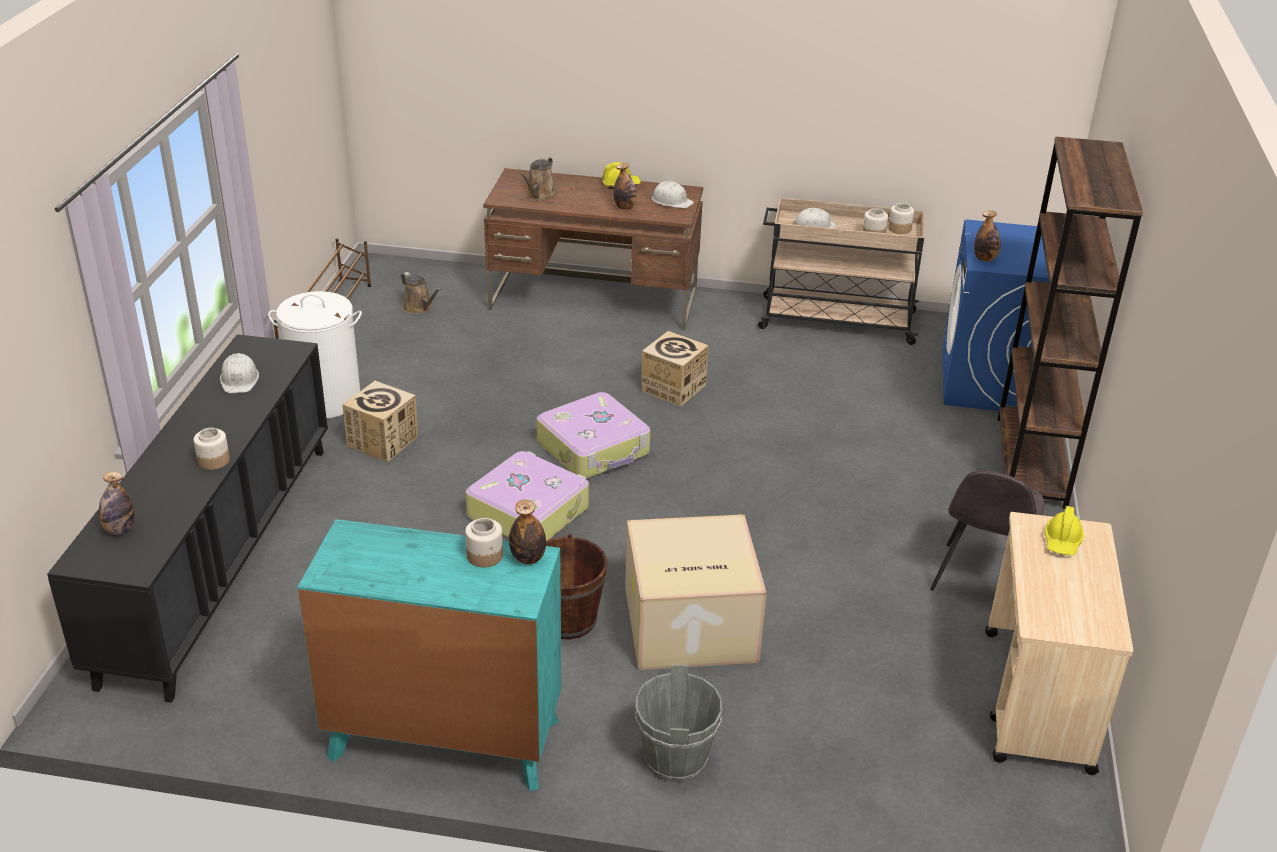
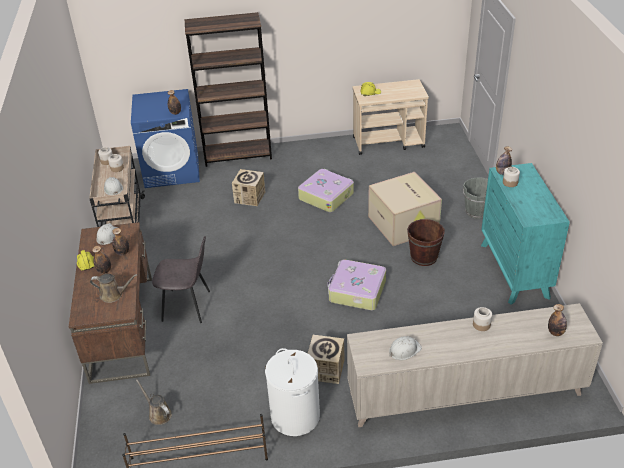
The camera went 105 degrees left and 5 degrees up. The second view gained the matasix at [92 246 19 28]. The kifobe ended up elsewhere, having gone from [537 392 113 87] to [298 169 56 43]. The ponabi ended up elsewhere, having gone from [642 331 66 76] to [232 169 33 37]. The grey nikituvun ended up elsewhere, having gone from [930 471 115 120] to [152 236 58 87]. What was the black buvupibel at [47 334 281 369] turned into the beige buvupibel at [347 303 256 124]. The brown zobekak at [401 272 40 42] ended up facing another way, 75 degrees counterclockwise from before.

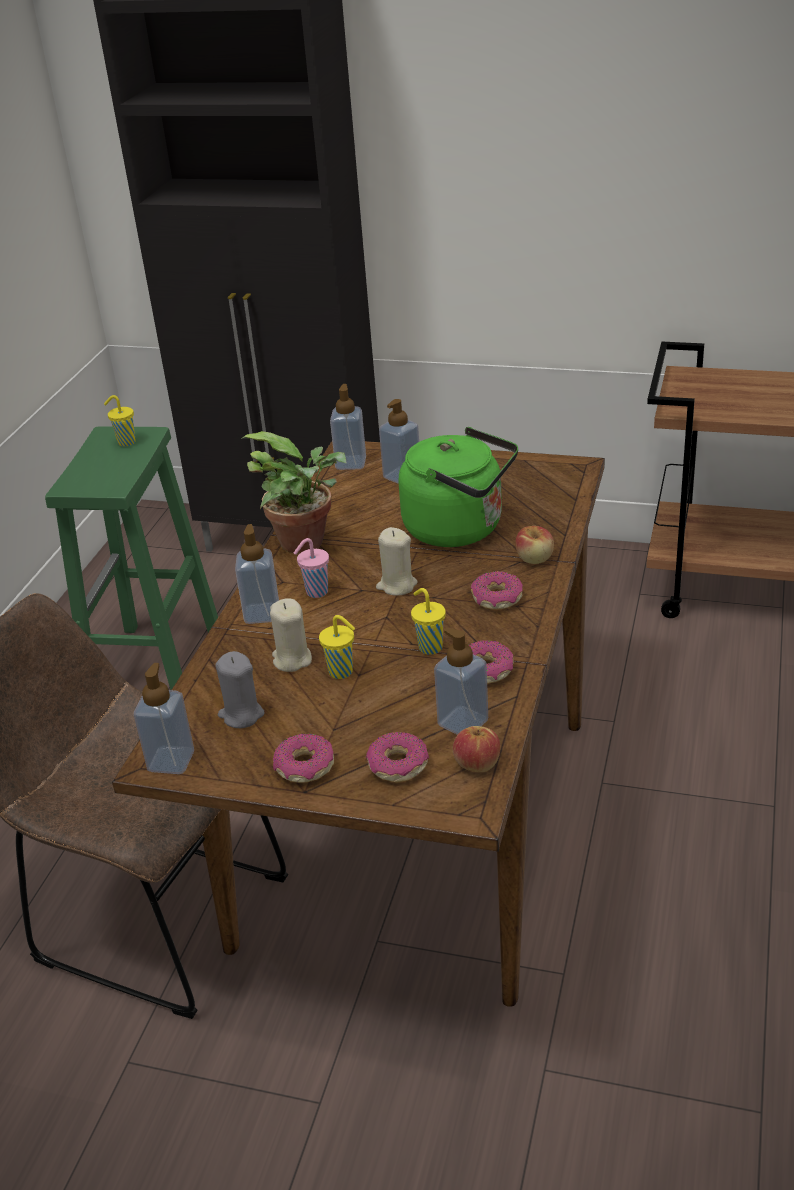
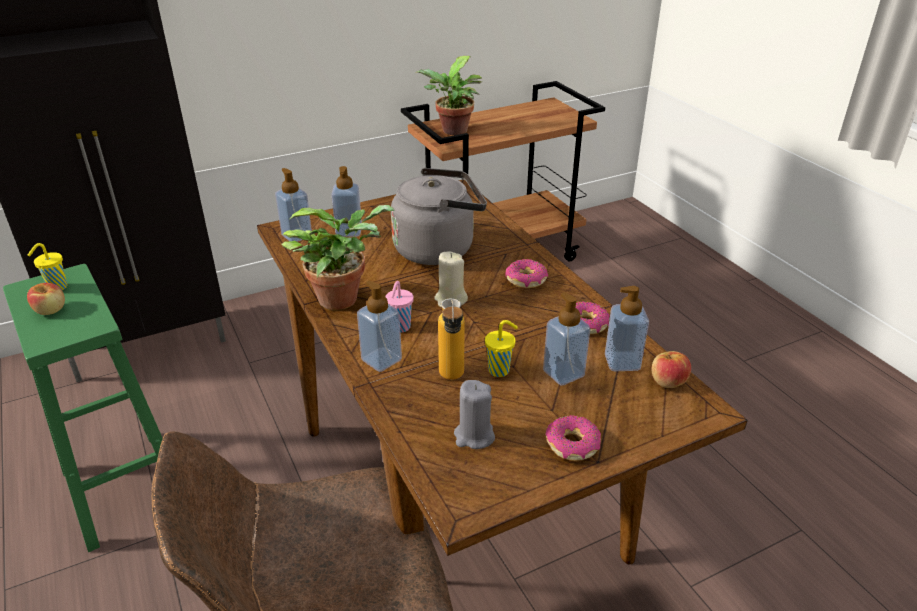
The camera went 45 degrees left and 0 degrees up. The second view lost the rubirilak at [366 732 63 51]. The second view lost the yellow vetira at [411 588 35 67]. The second view gained the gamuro at [415 56 67 79]. The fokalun ended up elsewhere, having gone from [134 663 60 111] to [543 292 48 94]. The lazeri ended up elsewhere, having gone from [515 526 39 38] to [27 283 38 32]. Where the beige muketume stood at [270 598 42 74], the matasix came to stand at [438 298 27 82]. What was the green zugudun at [398 427 120 120] turned into the grey zugudun at [391 168 96 97].

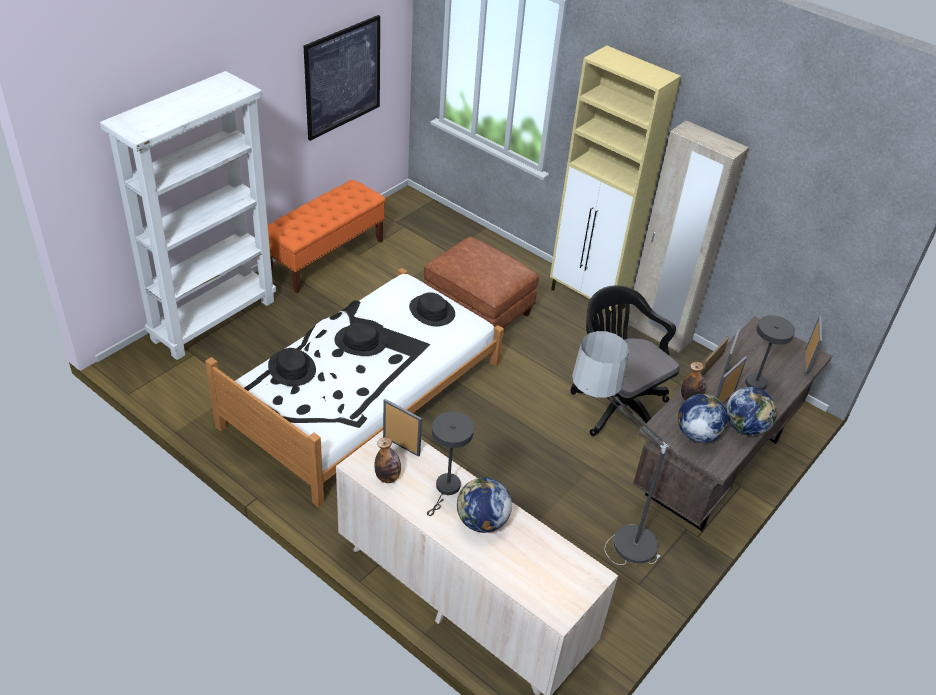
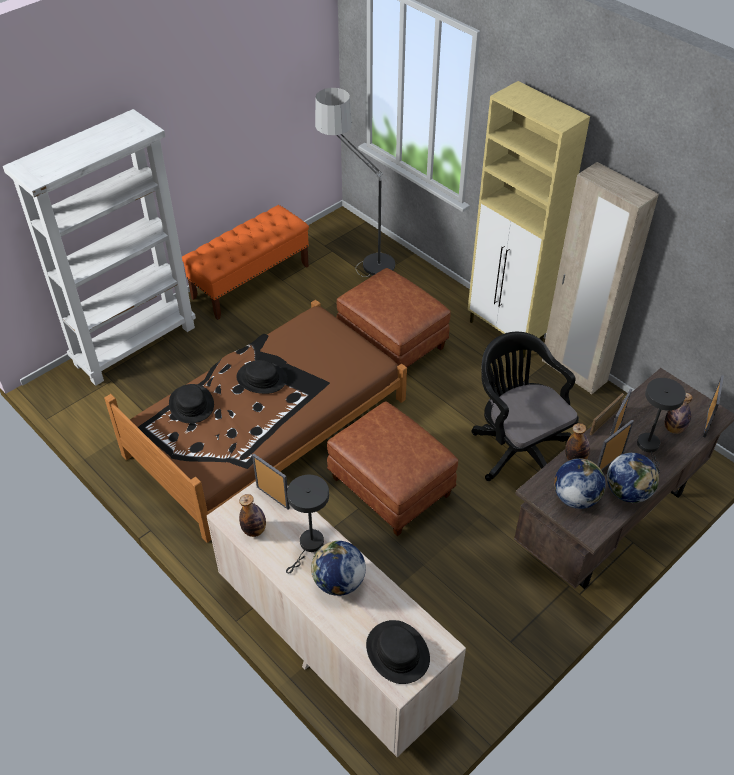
The camera went 10 degrees right and 5 degrees up. The second view lost the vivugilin at [304 15 76 126]. The second view gained the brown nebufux at [327 402 131 134]. The second view gained the matasix at [665 393 27 41]. The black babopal ended up elsewhere, having gone from [409 292 46 34] to [366 620 64 64]. The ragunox ended up elsewhere, having gone from [572 331 98 234] to [315 88 80 189]. What was the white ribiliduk at [205 268 299 239] turned into the brown ribiliduk at [104 300 303 243].

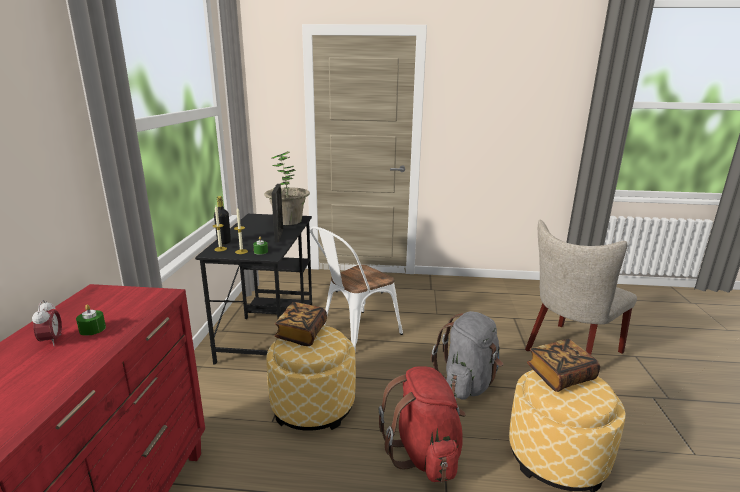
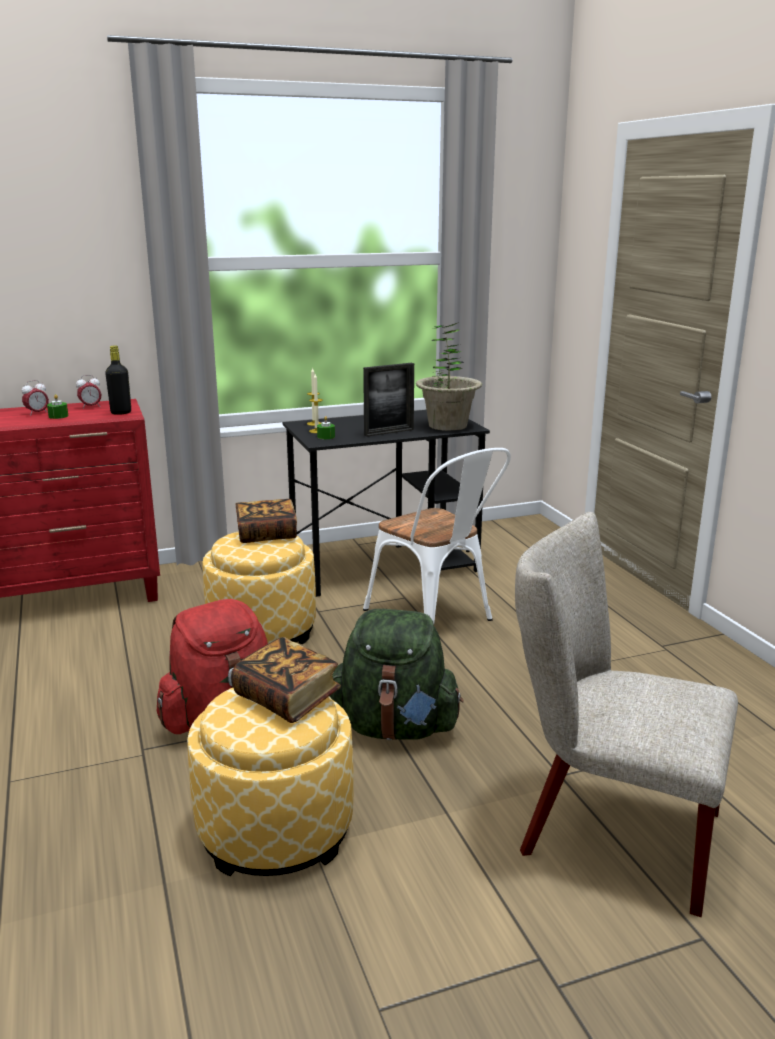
The camera went 65 degrees right and 0 degrees up. The second view gained the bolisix at [76 375 25 34]. The black matasix ended up elsewhere, having gone from [214 196 17 49] to [105 346 26 69]. What was the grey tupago at [431 311 72 89] turned into the green tupago at [330 609 134 131]. The white nikituvun at [310 226 93 125] ended up facing another way, 150 degrees counterclockwise from before.

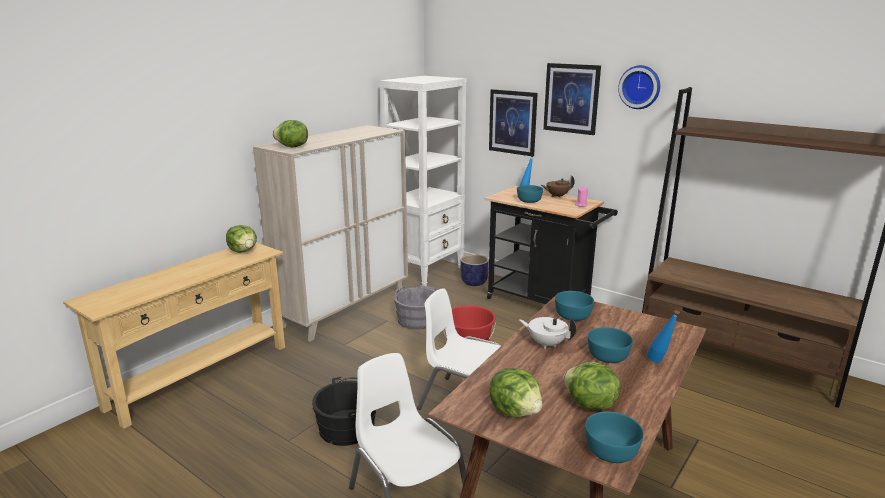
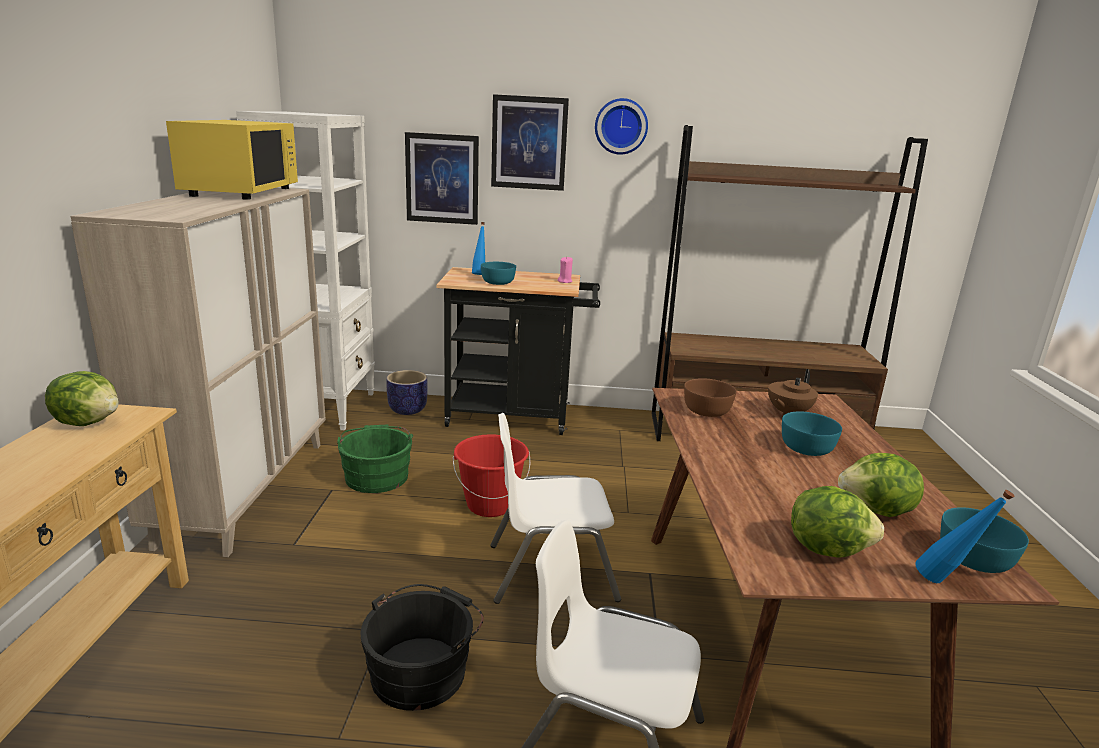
The camera went 35 degrees left and 0 degrees up. The second view lost the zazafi at [273 120 35 28]. The second view lost the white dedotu at [519 317 57 32]. The second view gained the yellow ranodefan at [166 120 132 80]. The brown dedotu ended up elsewhere, having gone from [541 175 34 23] to [768 369 50 48]. The blue matasix ended up elsewhere, having gone from [647 310 33 53] to [915 490 99 93]. What was the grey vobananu at [394 285 44 45] turned into the green vobananu at [337 424 76 69]. What was the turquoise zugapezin at [555 291 39 30] turned into the brown zugapezin at [684 378 52 39].

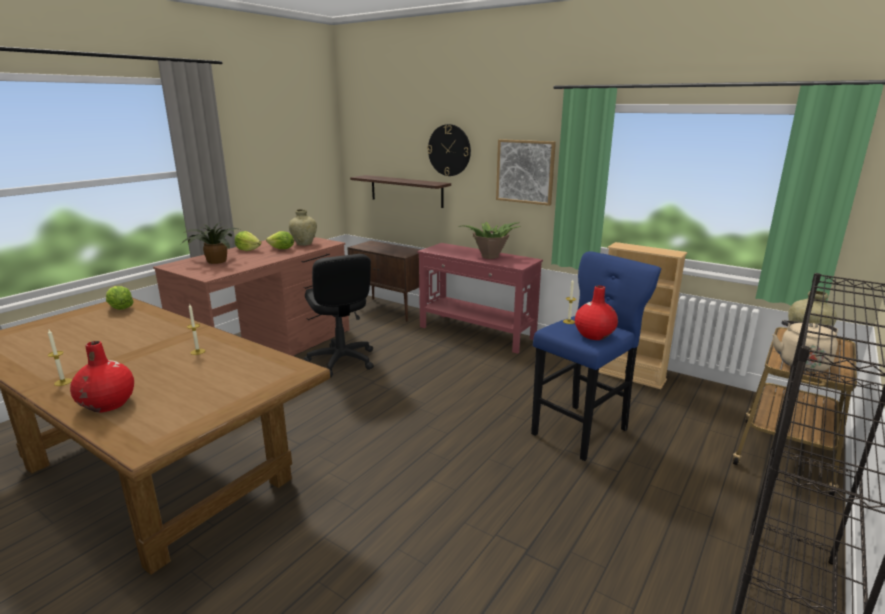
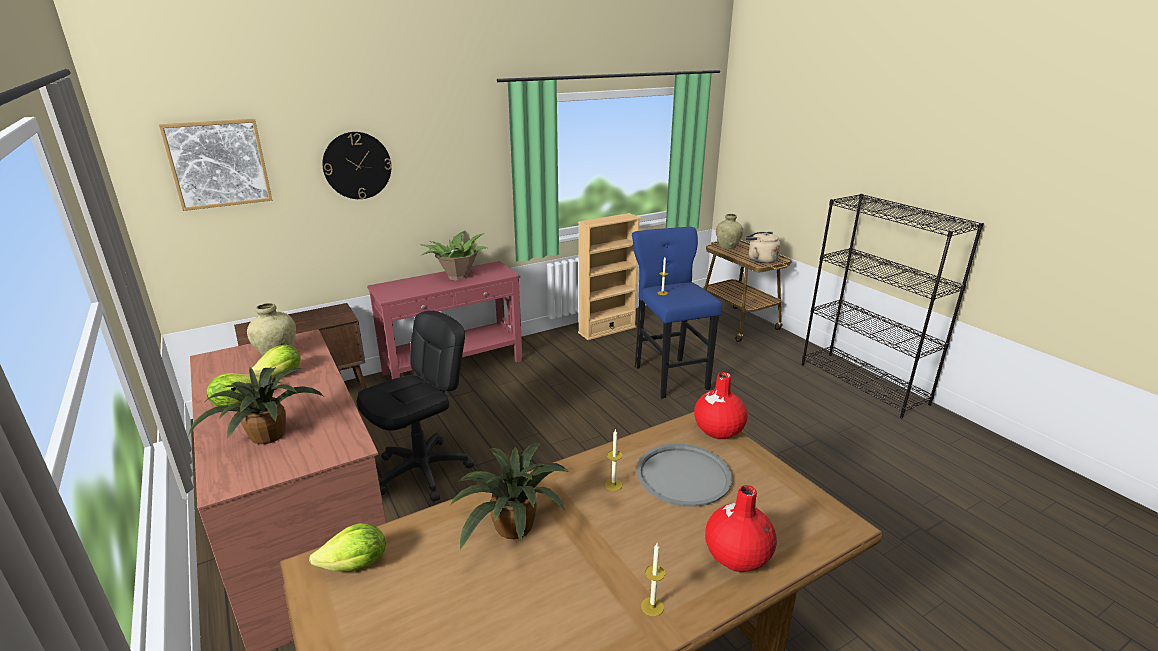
The camera went 65 degrees left and 5 degrees up. The second view lost the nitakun at [350 175 101 33]. The second view gained the gamuro at [450 443 118 107]. The second view gained the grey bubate at [636 443 96 64]. The vivugilin ended up elsewhere, having gone from [496 139 60 67] to [159 119 113 92]. The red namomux ended up elsewhere, having gone from [575 285 43 55] to [694 372 54 67]. The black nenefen at [303 254 71 123] ended up facing another way, 45 degrees counterclockwise from before.

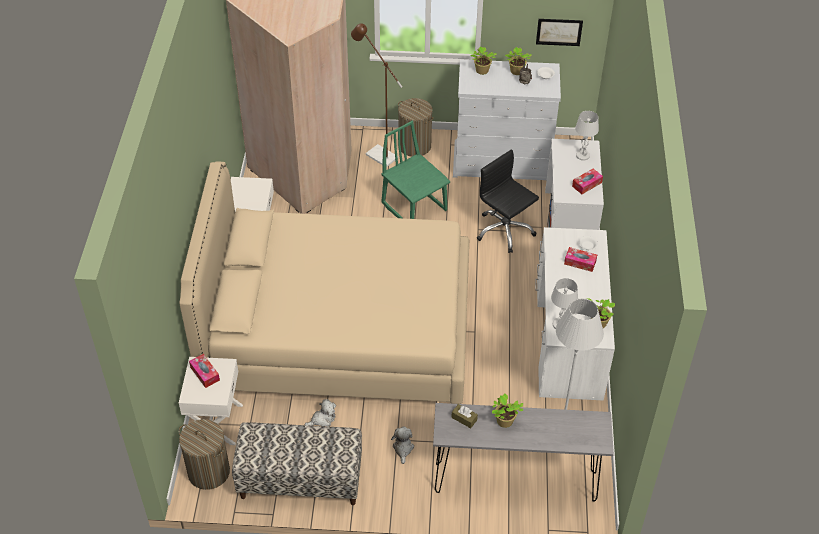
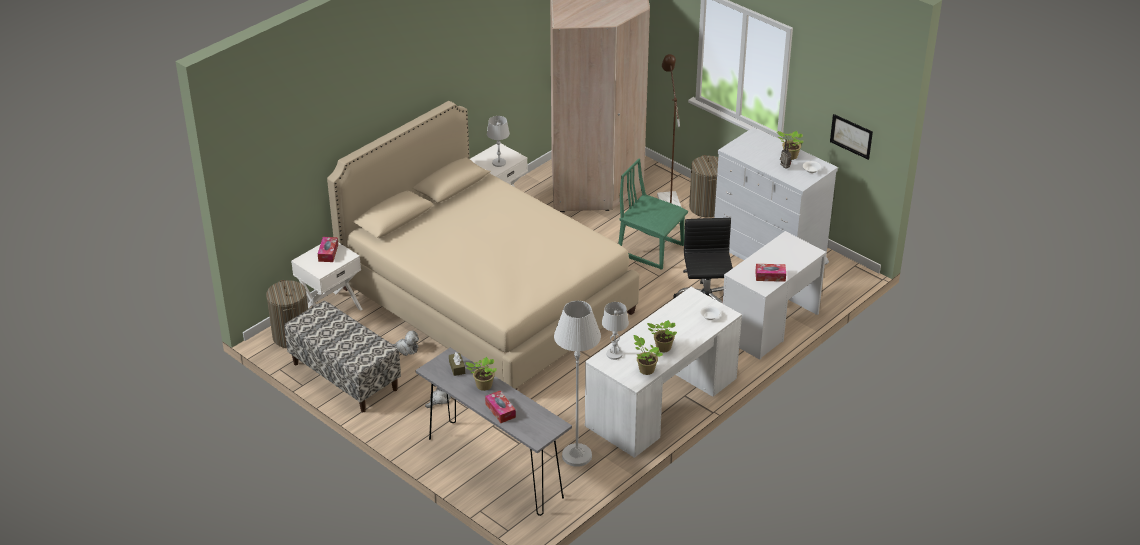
The camera went 40 degrees right and 10 degrees down. The gamuro ended up elsewhere, having gone from [470 47 27 28] to [647 320 30 32]. The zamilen ended up elsewhere, having gone from [564 247 33 25] to [485 391 31 32]. The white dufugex ended up elsewhere, having gone from [575 111 24 50] to [487 116 23 51]. The green nikituvun at [381 121 69 98] ended up facing another way, 60 degrees counterclockwise from before.

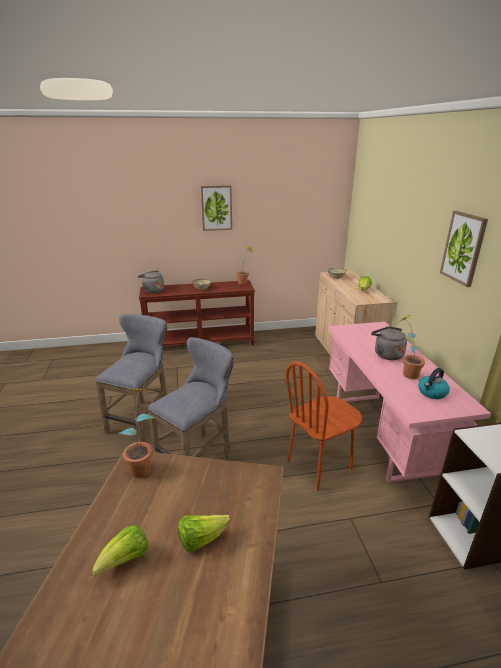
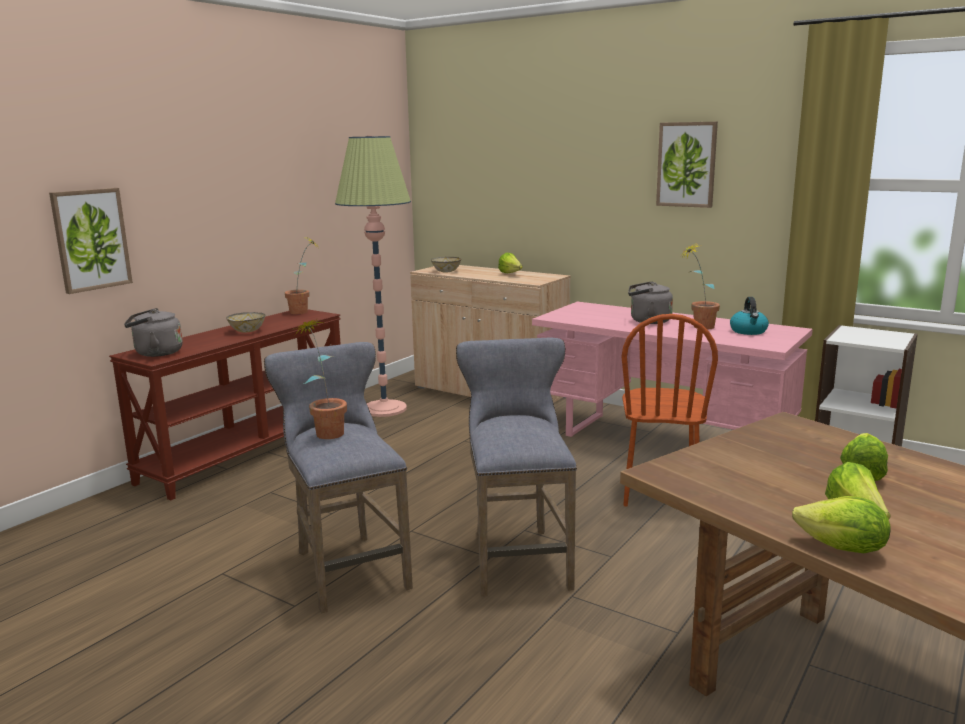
The camera went 45 degrees left and 10 degrees down. The second view gained the ragunox at [335 136 76 281]. The second view gained the zazafi at [792 496 99 57]. The gamuro ended up elsewhere, having gone from [118 388 37 90] to [295 318 52 121]. The vivugilin ended up elsewhere, having gone from [201 185 31 46] to [49 188 84 106].

